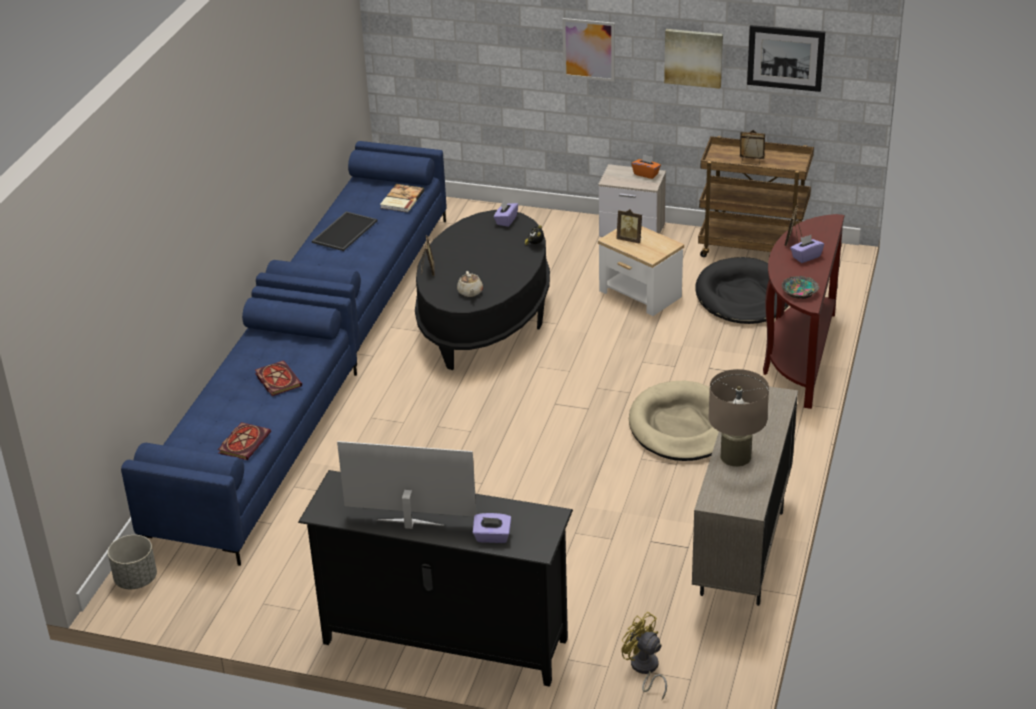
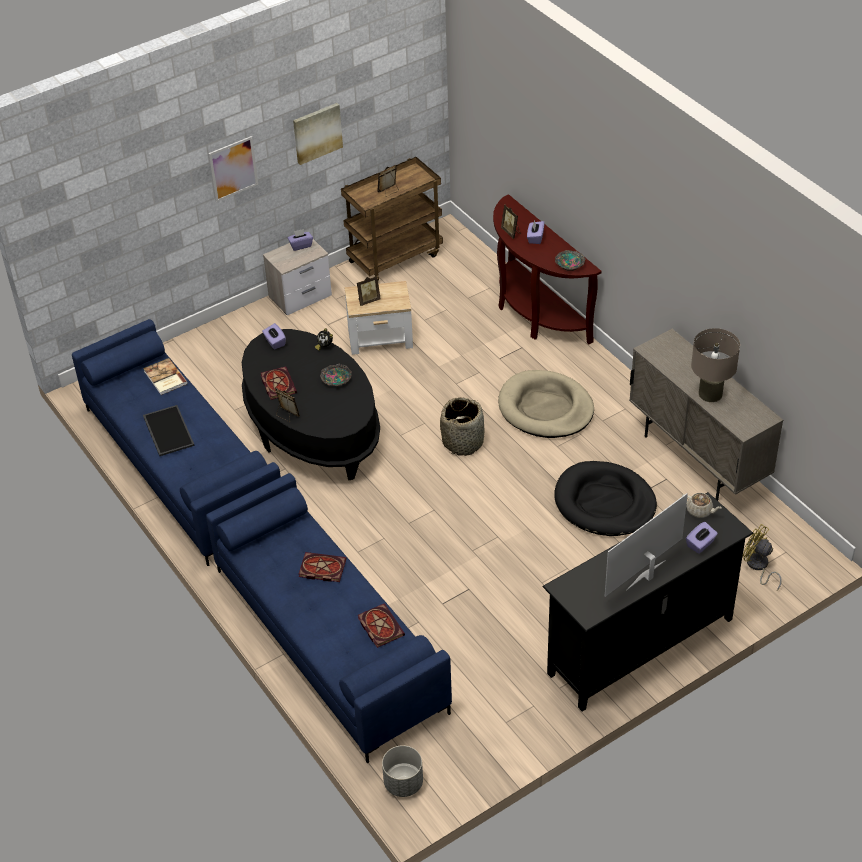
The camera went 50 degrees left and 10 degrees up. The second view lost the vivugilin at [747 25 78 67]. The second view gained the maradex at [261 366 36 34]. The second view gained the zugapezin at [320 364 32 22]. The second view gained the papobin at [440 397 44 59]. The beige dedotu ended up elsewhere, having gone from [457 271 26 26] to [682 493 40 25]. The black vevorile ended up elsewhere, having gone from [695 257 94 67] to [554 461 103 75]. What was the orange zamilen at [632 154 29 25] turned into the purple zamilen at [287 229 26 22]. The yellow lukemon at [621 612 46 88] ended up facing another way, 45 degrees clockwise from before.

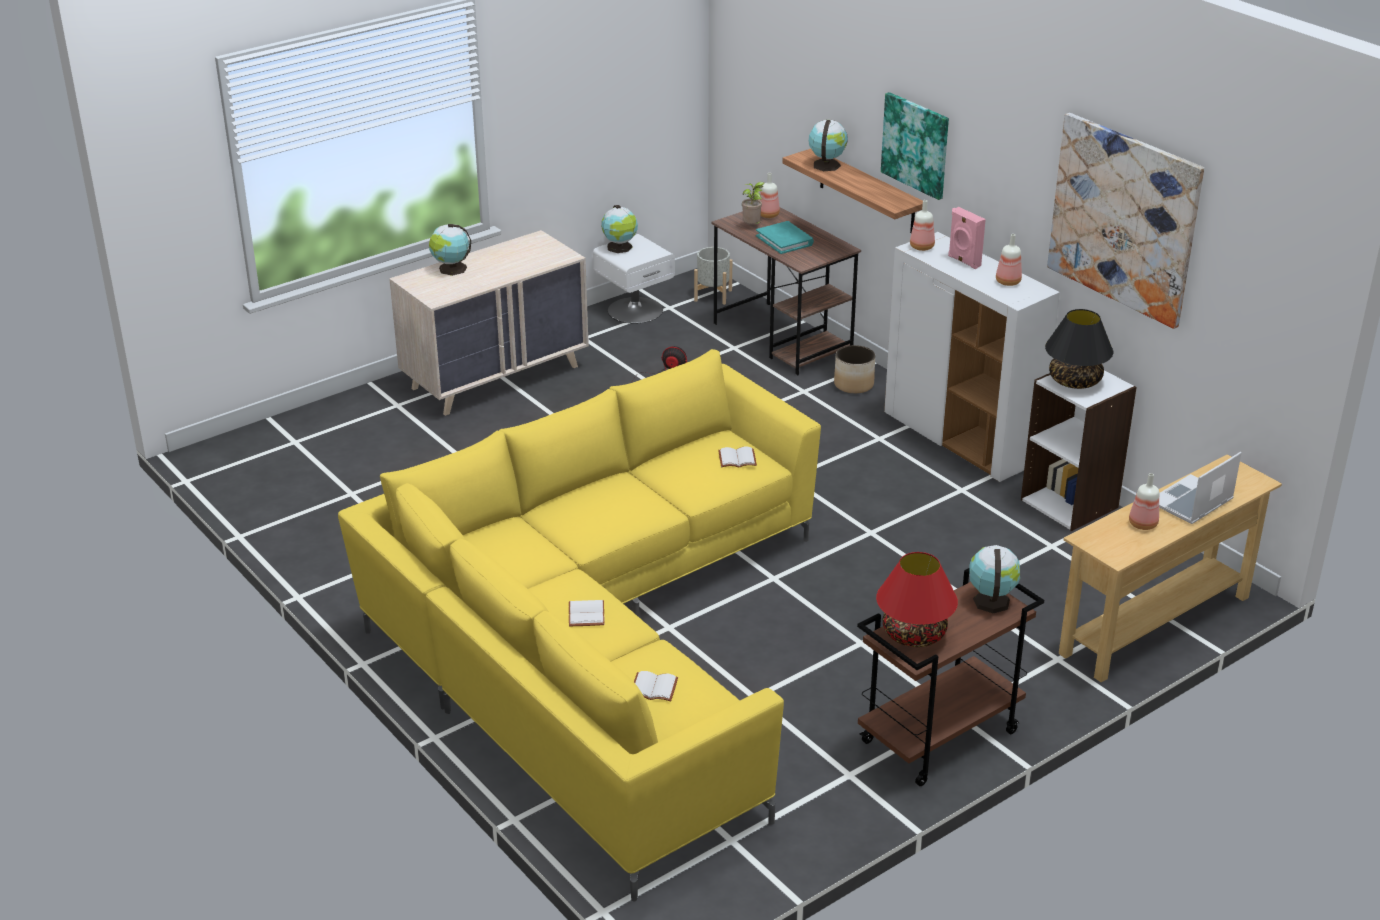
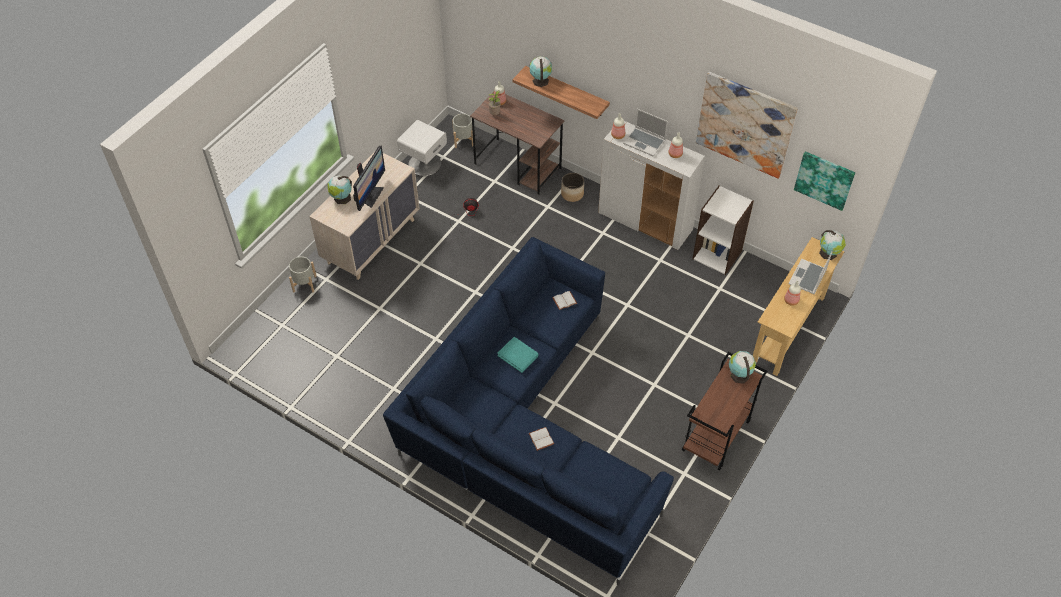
The camera went 20 degrees left and 20 degrees up. The second view lost the white maradex at [634 671 44 30]. The second view lost the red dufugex at [876 552 82 95]. The second view lost the black dufugex at [1045 309 68 80]. The second view gained the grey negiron at [289 256 28 36]. The second view gained the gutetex at [353 146 32 65]. The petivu ended up elsewhere, having gone from [601 205 37 48] to [819 230 27 30]. The turquoise maradex ended up elsewhere, having gone from [756 221 58 33] to [497 337 42 36]. The vivugilin ended up elsewhere, having gone from [881 92 68 108] to [794 151 61 60]. Where the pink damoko stood at [948 207 38 62], the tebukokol came to stand at [623 109 45 47]. What was the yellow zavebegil at [338 349 483 553] turned into the blue zavebegil at [383 237 291 349].

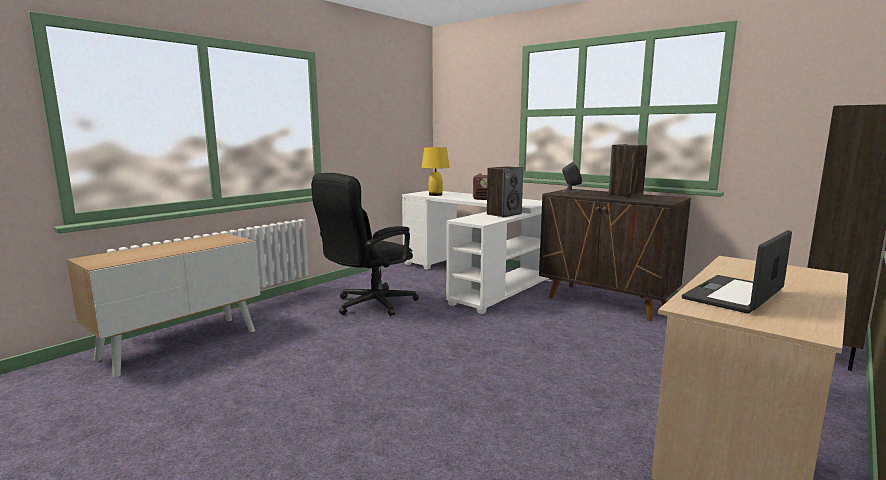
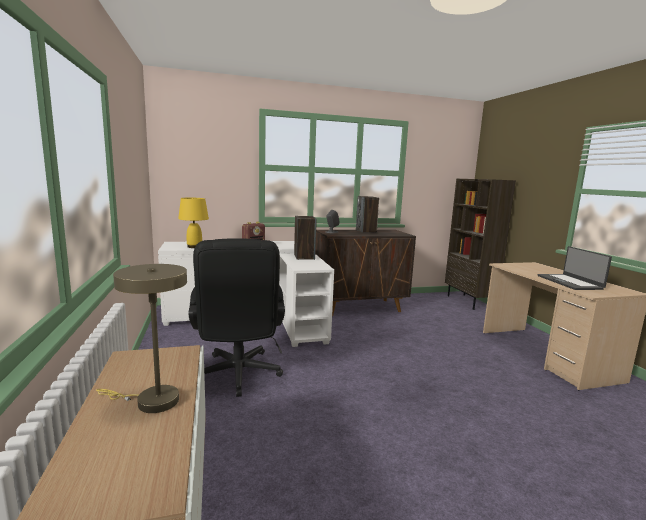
The camera went 55 degrees left and 0 degrees up. The second view gained the beige dufugex at [96 264 91 149].

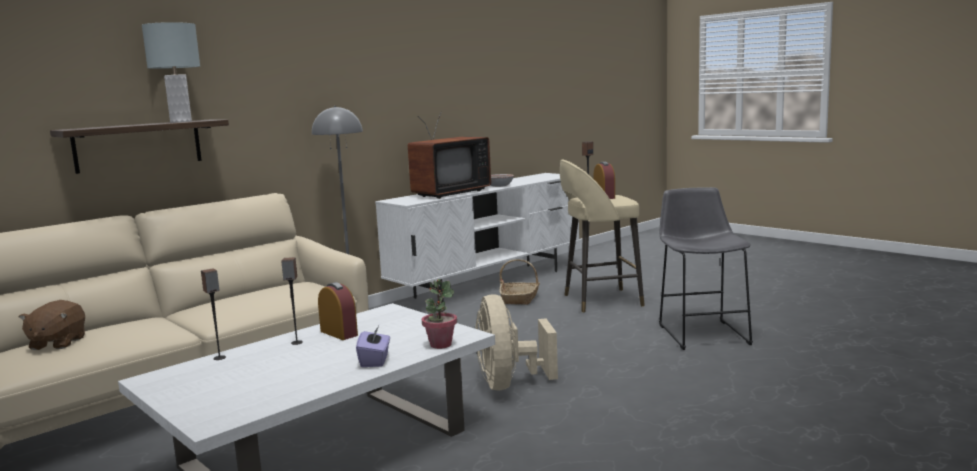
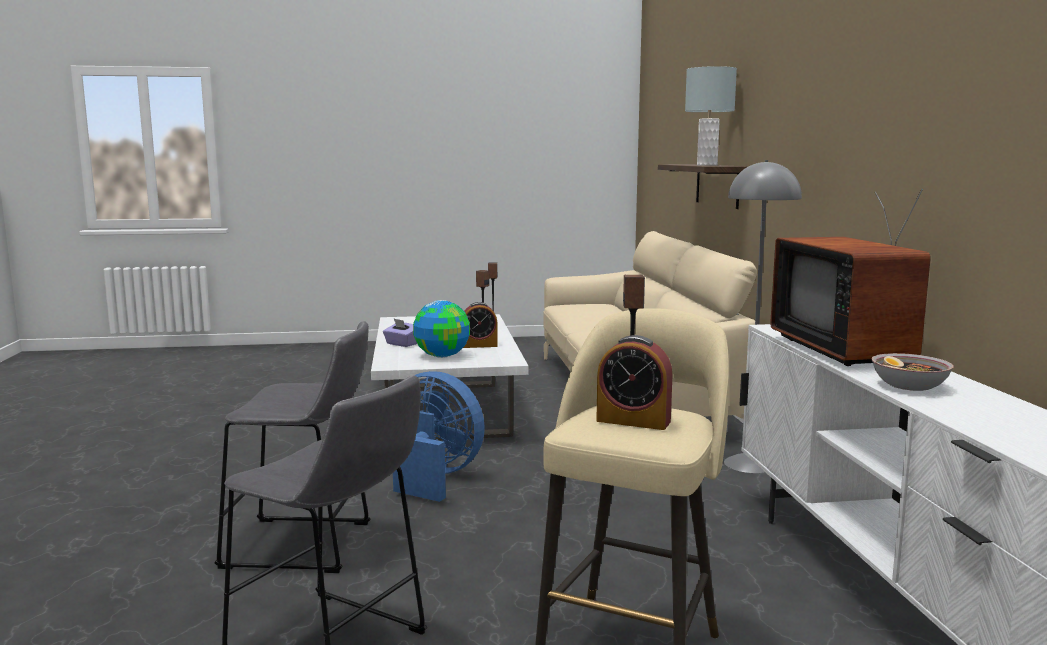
The camera went 125 degrees right and 0 degrees up. The second view lost the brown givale at [19 300 66 50]. The second view lost the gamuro at [422 279 35 70]. The second view lost the papobin at [499 259 41 46]. The second view gained the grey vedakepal at [214 321 156 252]. The second view gained the petivu at [413 300 57 58]. What was the beige lukemon at [475 294 83 96] turned into the blue lukemon at [393 371 92 131].

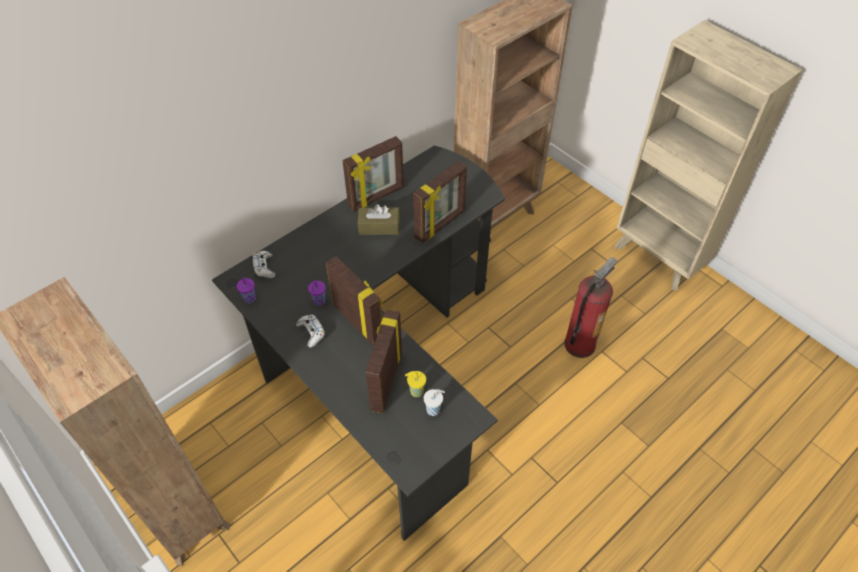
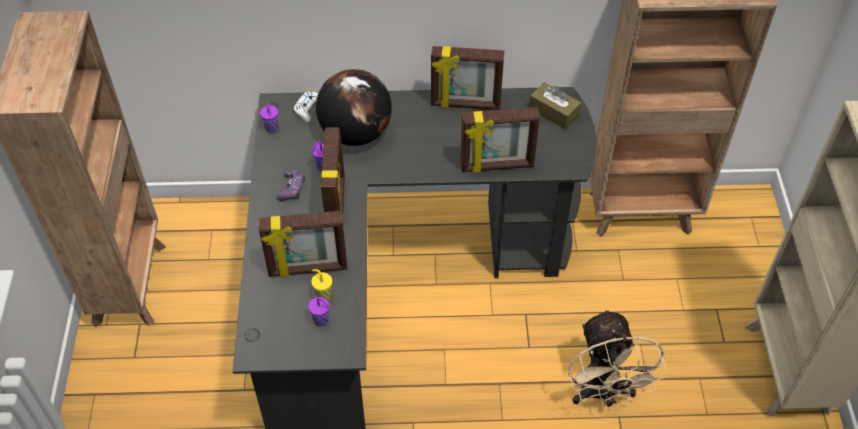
The camera went 40 degrees right and 0 degrees up. The second view gained the petivu at [316 69 76 77]. The brown zamilen ended up elsewhere, having gone from [358 204 42 31] to [529 82 52 47]. Where the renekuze stood at [564 257 53 101], the beige lukemon came to stand at [568 308 100 99]. What was the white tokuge at [296 315 30 33] turned into the purple tokuge at [277 169 28 32]. What was the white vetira at [424 389 21 27] turned into the purple vetira at [308 297 22 30]. The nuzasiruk at [365 309 37 104] ended up facing another way, 150 degrees counterclockwise from before.

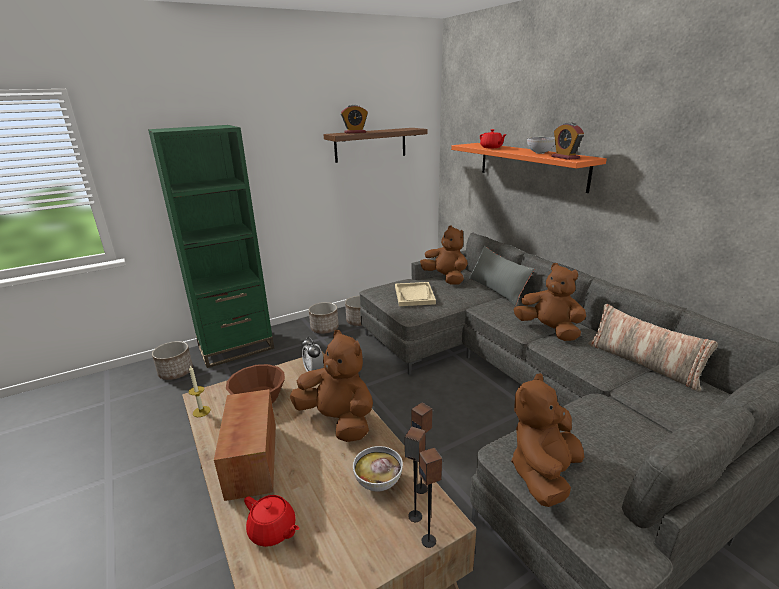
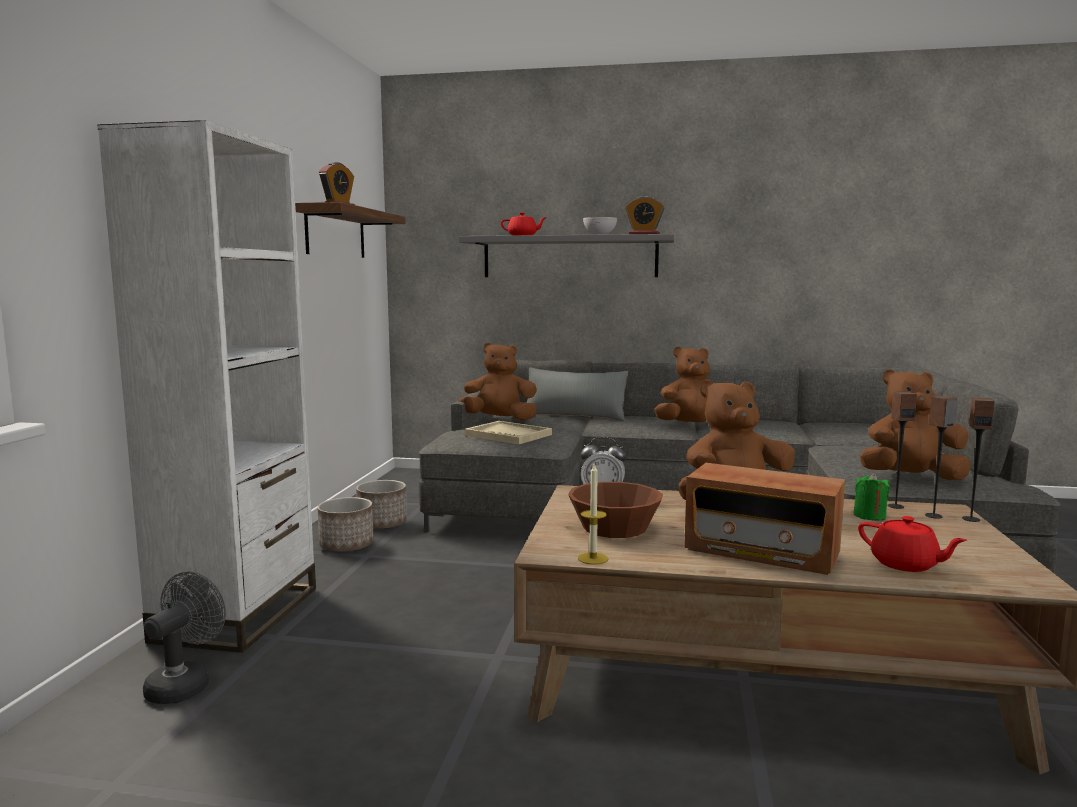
The camera went 50 degrees left and 15 degrees down. The second view lost the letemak at [588 304 130 87]. Where the negiron stood at [152 341 41 39], the grey lukemon came to stand at [143 572 83 132]. Where the zugapezin stood at [353 446 50 46], the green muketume came to stand at [853 473 37 48]. What was the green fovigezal at [148 125 126 243] turned into the white fovigezal at [97 120 219 533]. What was the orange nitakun at [451 143 156 50] turned into the grey nitakun at [458 234 216 43]. The red dedotu at [244 495 56 52] ended up facing another way, 60 degrees clockwise from before. The brown givale at [511 373 73 134] ended up facing another way, 105 degrees clockwise from before.

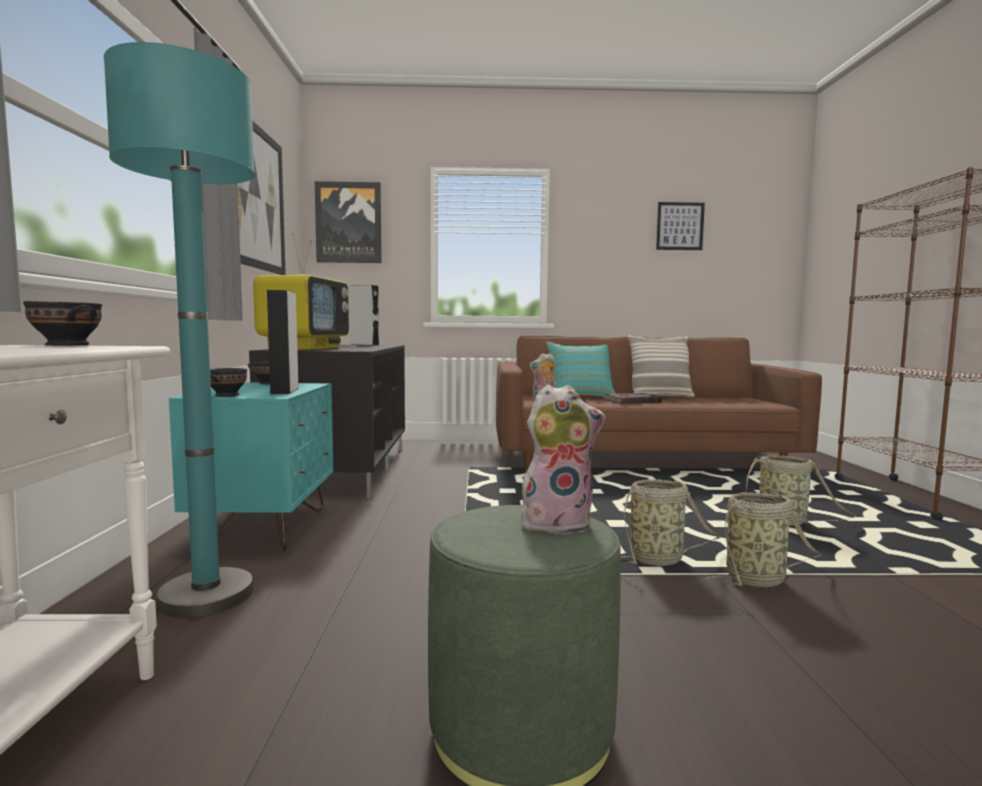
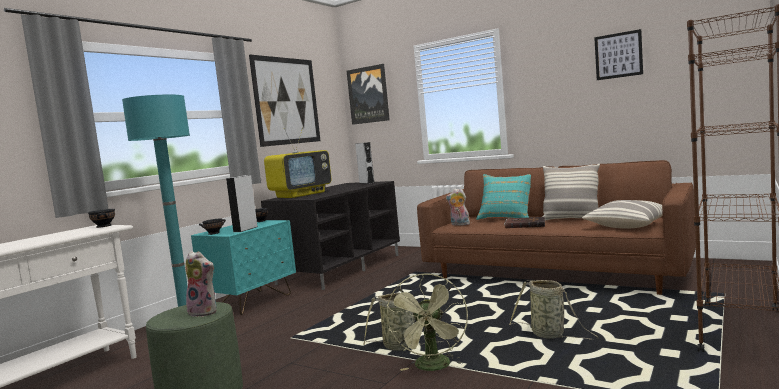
The camera went 35 degrees right and 0 degrees up. The second view gained the letemak at [582 200 81 28]. Where the papobin stood at [705 492 117 96], the green lukemon came to stand at [386 274 82 97].

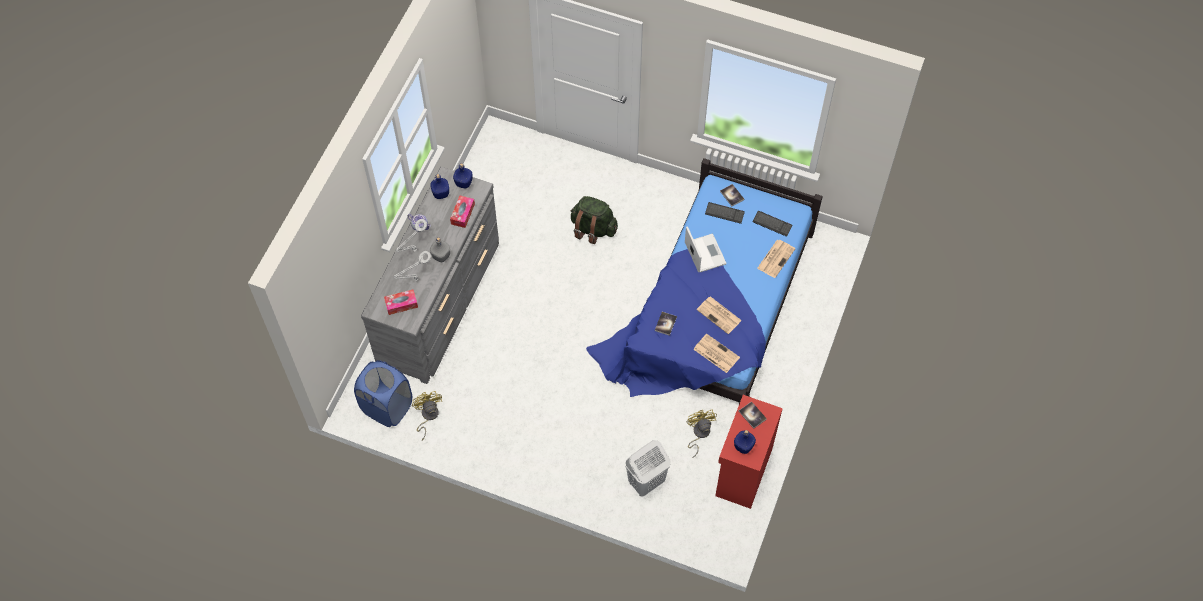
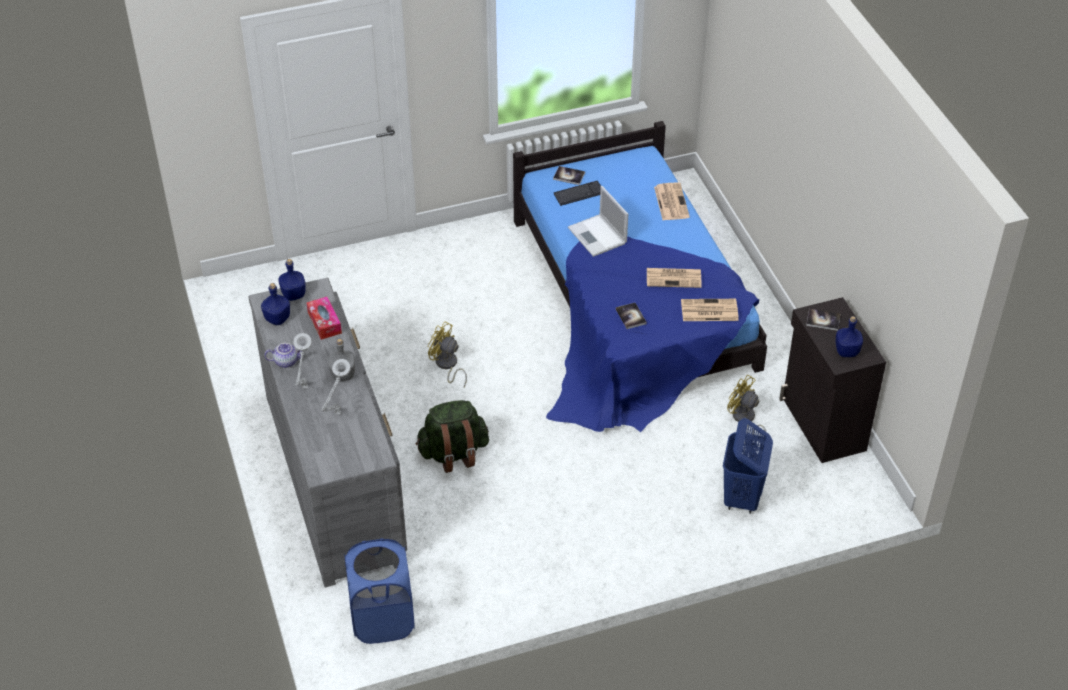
The camera went 40 degrees left and 15 degrees down. The second view lost the zamilen at [384 289 34 26]. The second view lost the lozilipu at [753 211 39 26]. The yellow lukemon ended up elsewhere, having gone from [412 391 30 49] to [428 321 39 66]. The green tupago ended up elsewhere, having gone from [571 196 47 48] to [416 400 73 73]. What was the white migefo at [625 440 46 57] turned into the blue migefo at [723 418 50 96]. What was the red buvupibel at [715 395 68 114] turned into the black buvupibel at [779 297 107 166]. The tebukokol at [685 226 42 46] ended up facing another way, 150 degrees counterclockwise from before.

